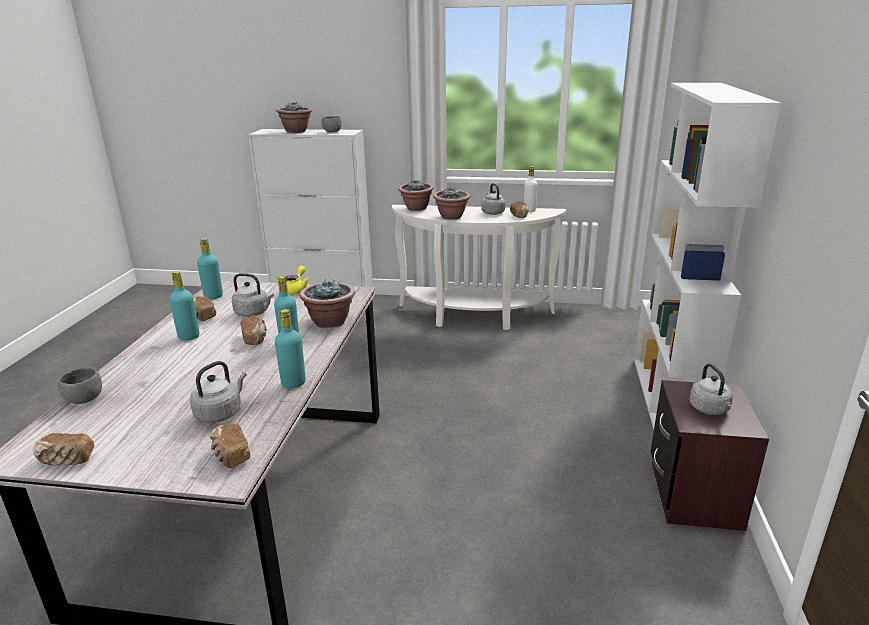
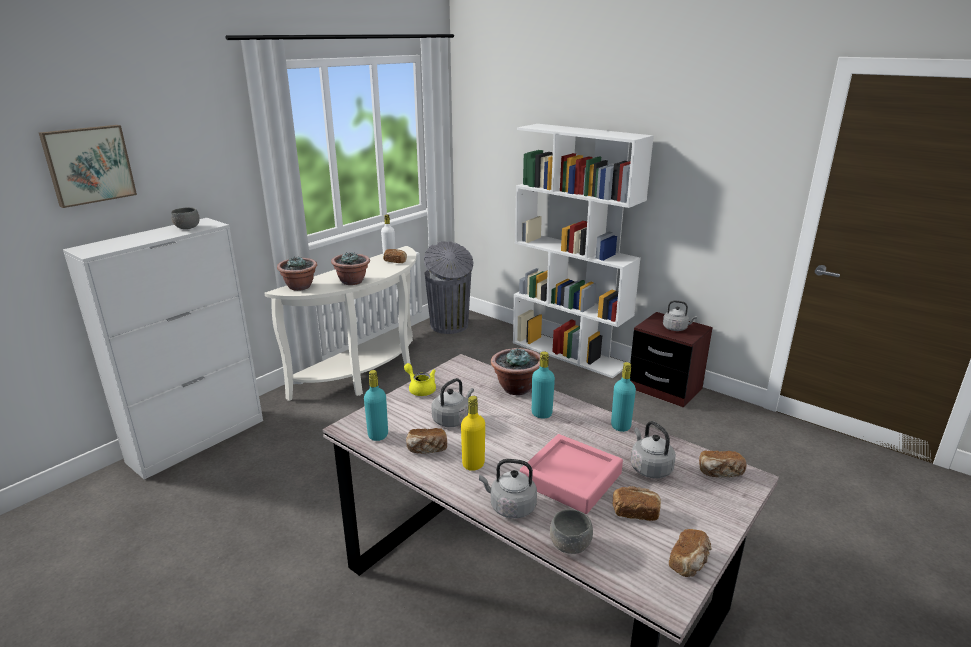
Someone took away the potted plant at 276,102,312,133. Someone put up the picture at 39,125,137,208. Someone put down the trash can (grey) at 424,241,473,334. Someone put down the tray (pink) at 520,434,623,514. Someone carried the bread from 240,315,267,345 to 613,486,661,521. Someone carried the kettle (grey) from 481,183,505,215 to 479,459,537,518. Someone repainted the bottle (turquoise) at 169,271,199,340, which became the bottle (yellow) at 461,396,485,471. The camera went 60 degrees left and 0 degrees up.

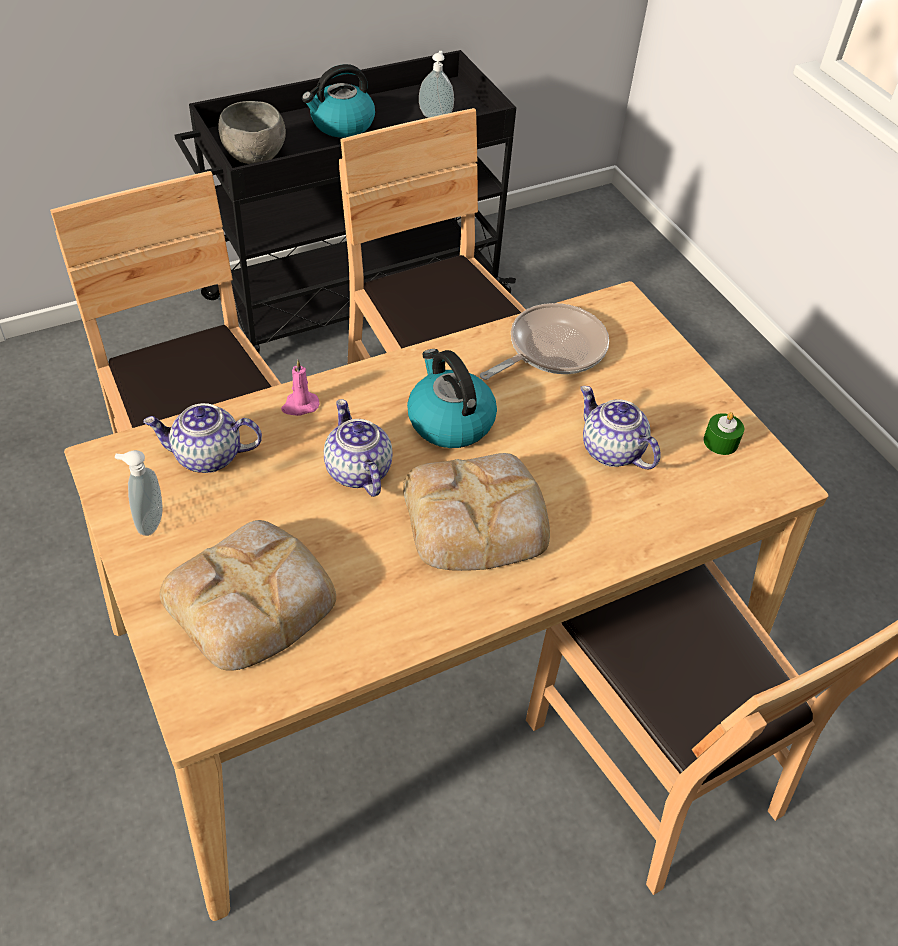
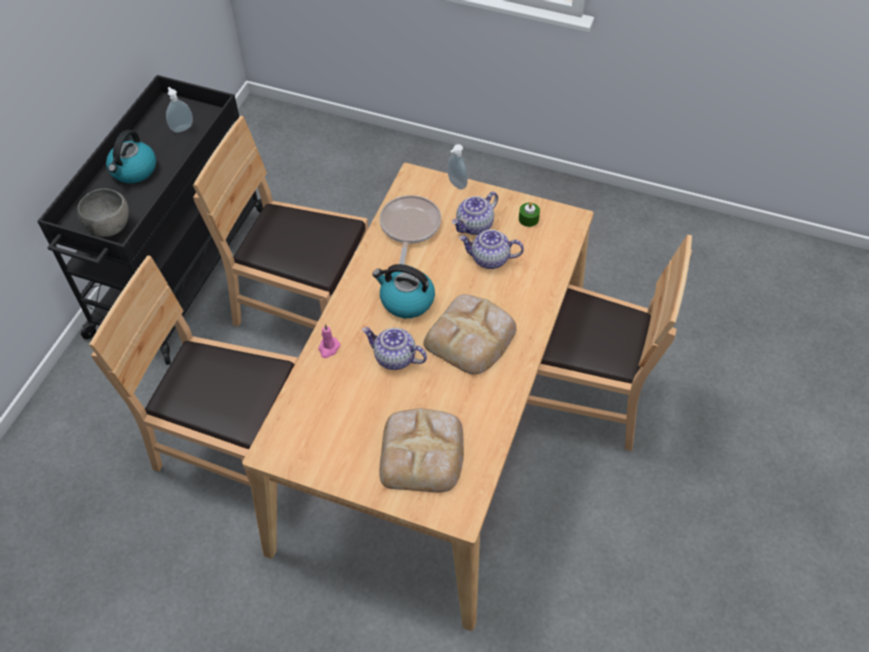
Someone carried the soap dispenser from 114,450,162,536 to 448,144,468,190. Someone carried the teapot from 143,403,262,473 to 452,192,498,235. The camera went 40 degrees left and 5 degrees up.

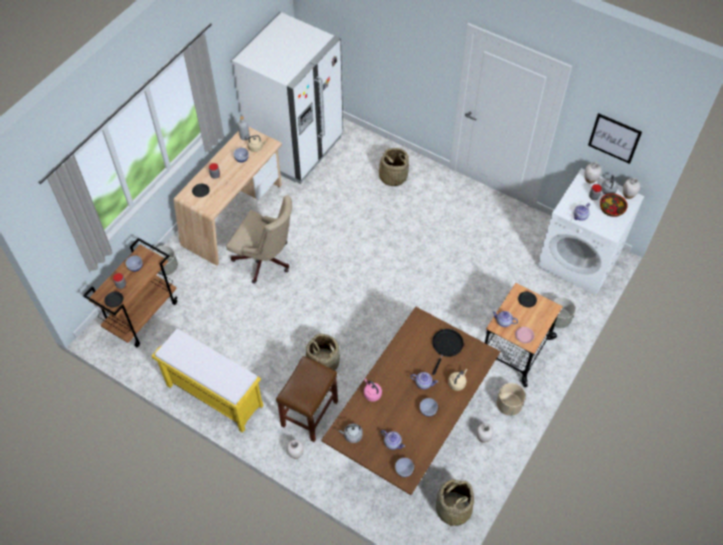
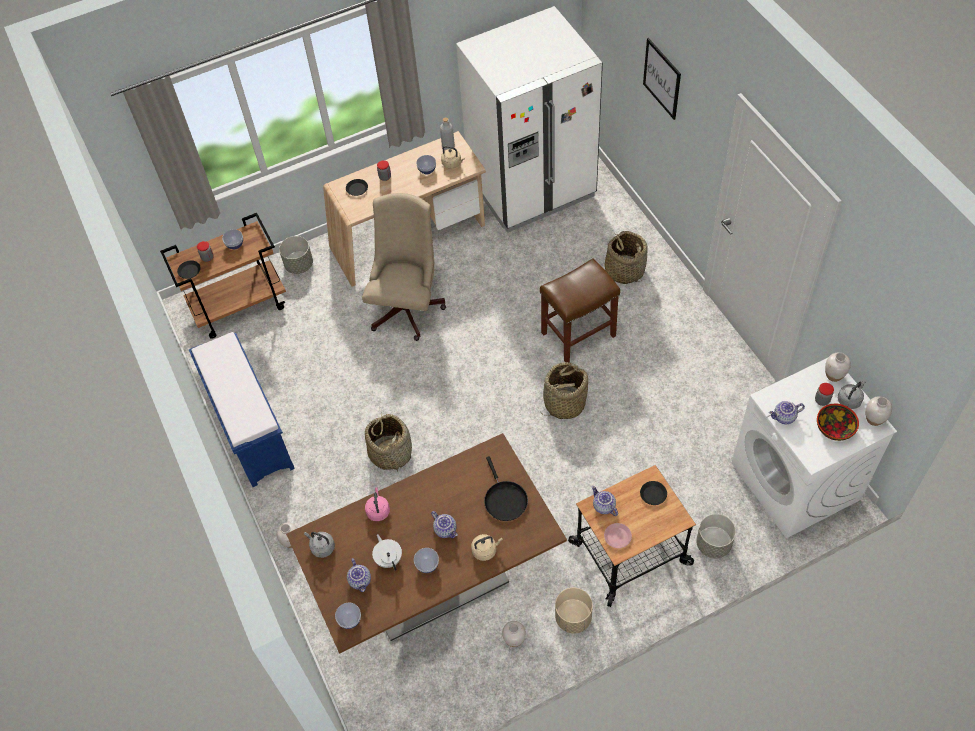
Someone put down the teapot (white) at 372,534,402,570. Someone carried the stool (brown) from 276,356,338,442 to 540,258,620,362. Someone carried the basket from 436,479,474,530 to 542,362,588,419. Someone carried the picture from 588,113,642,164 to 643,38,681,120. Someone repainted the bench (yellow) at 152,328,263,433, which became the bench (blue) at 189,332,295,487. Someone rotated the office chair (beige) at 226,195,292,283 by 135 degrees counterclockwise. Someone rotated the frying pan (black) at 432,329,464,375 by 105 degrees clockwise. The camera went 35 degrees right and 0 degrees up.

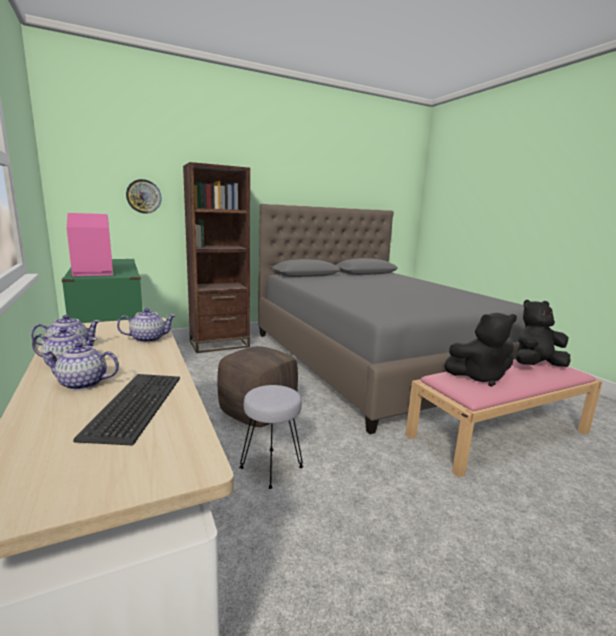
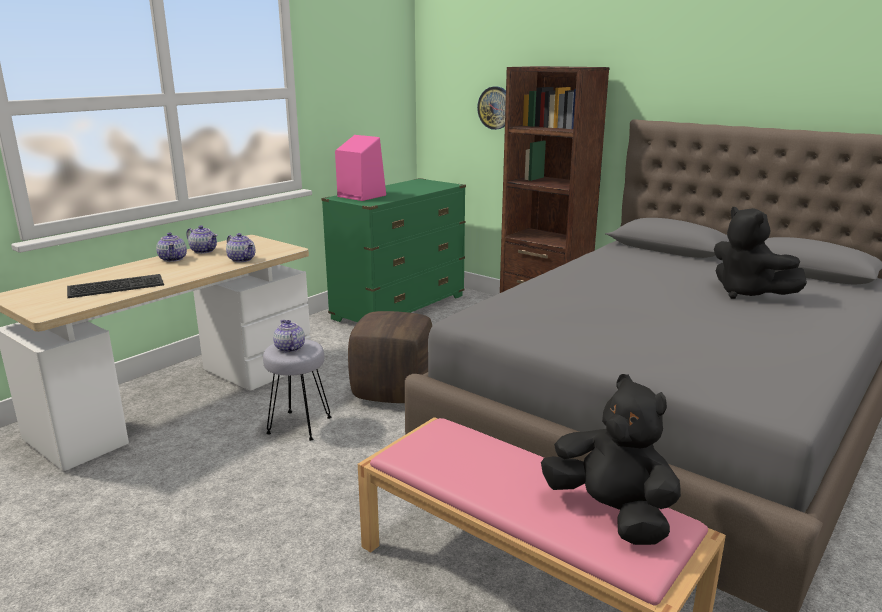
Someone carried the teapot from 42,342,119,390 to 273,320,305,353. Someone carried the plush toy (black) from 444,313,517,387 to 714,207,807,299. The camera went 65 degrees right and 5 degrees up.

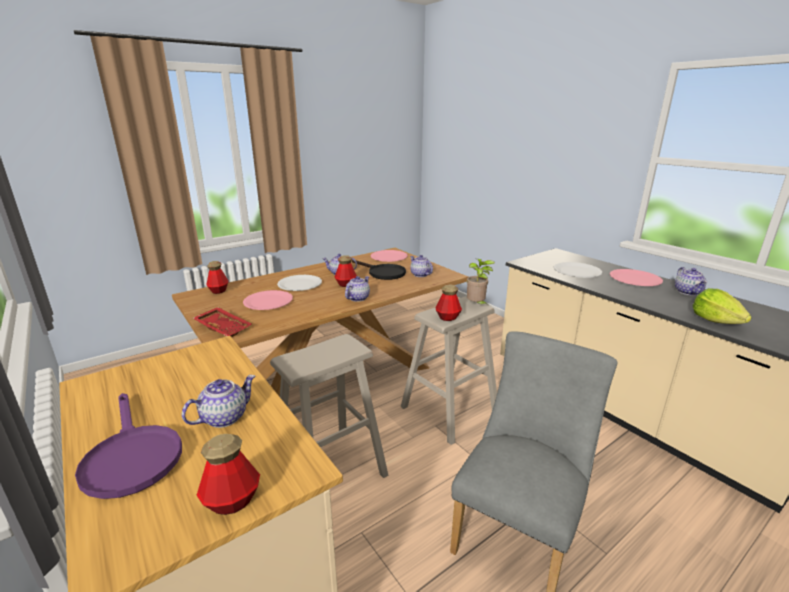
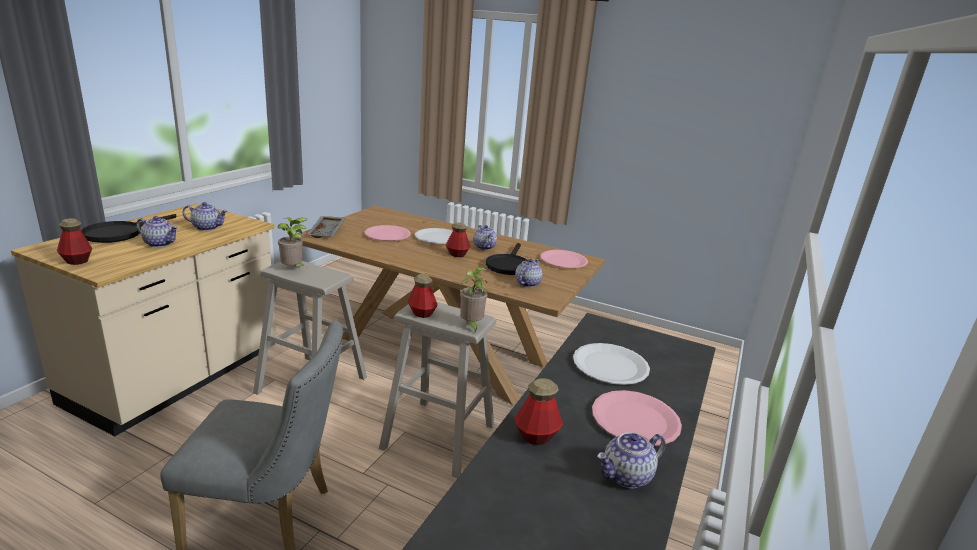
Someone took away the lettuce at 693,288,752,324. Someone put down the potted plant at 278,218,307,267. Someone carried the bottle from 206,261,229,294 to 515,378,563,445. Someone carried the teapot from 345,276,370,302 to 183,202,228,231. Someone repainted the frying pan (purple) at 75,393,182,499, which became the frying pan (black) at 81,214,176,243. Someone repainted the tray (red) at 193,307,252,337, which became the tray (grey) at 307,216,345,238. The camera went 60 degrees right and 0 degrees up.

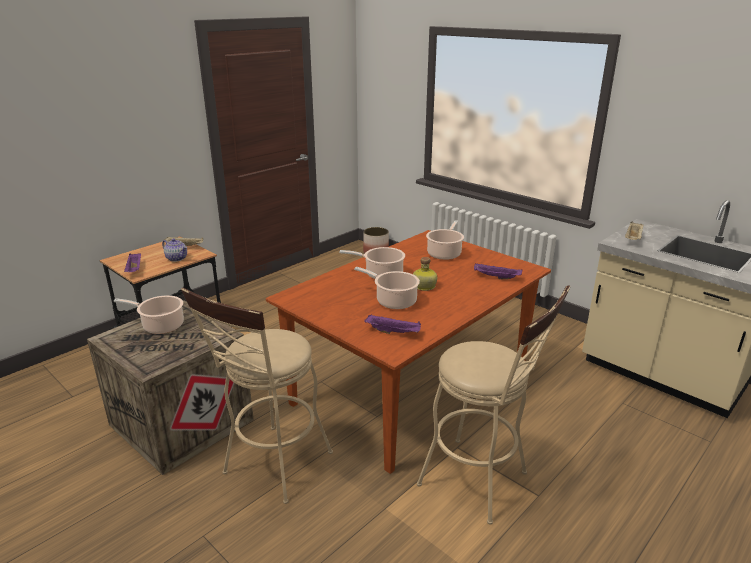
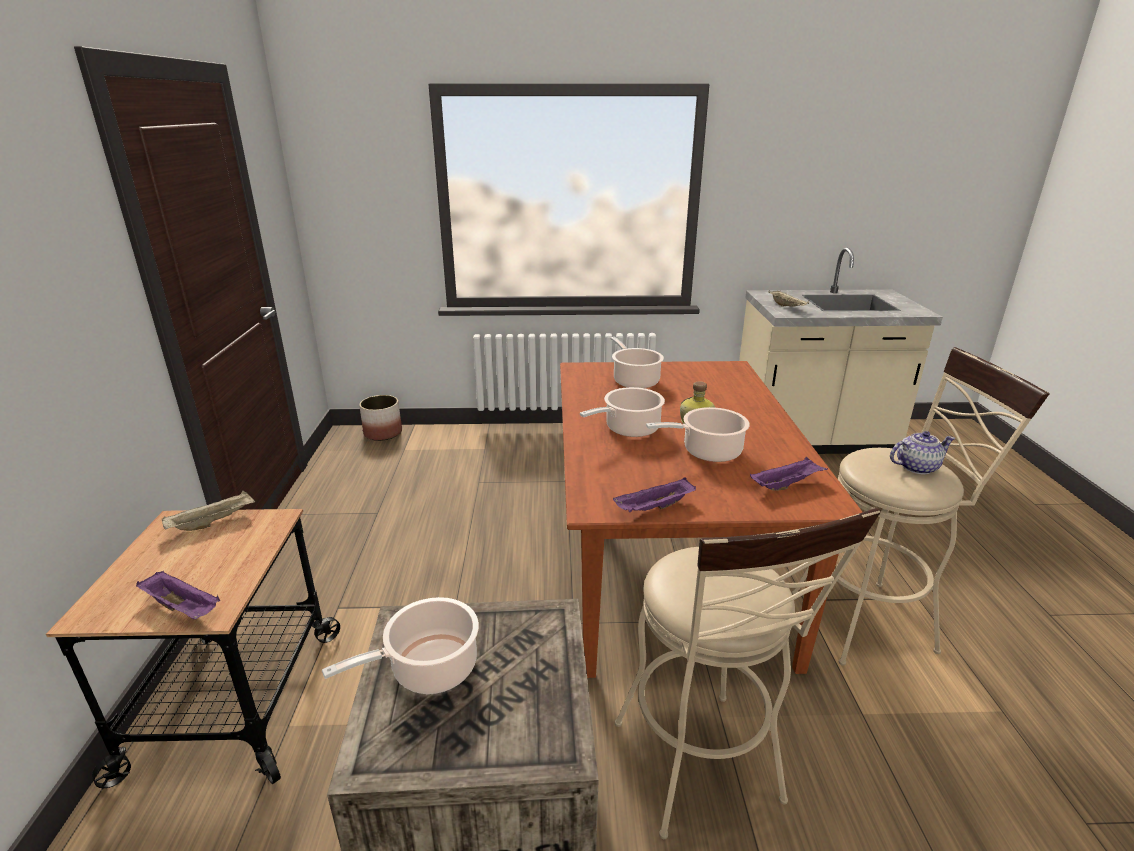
Someone carried the teapot from 162,239,187,262 to 890,431,955,474. Someone carried the tray (purple) from 474,263,523,279 to 613,477,696,512. The camera went 45 degrees left and 0 degrees up.

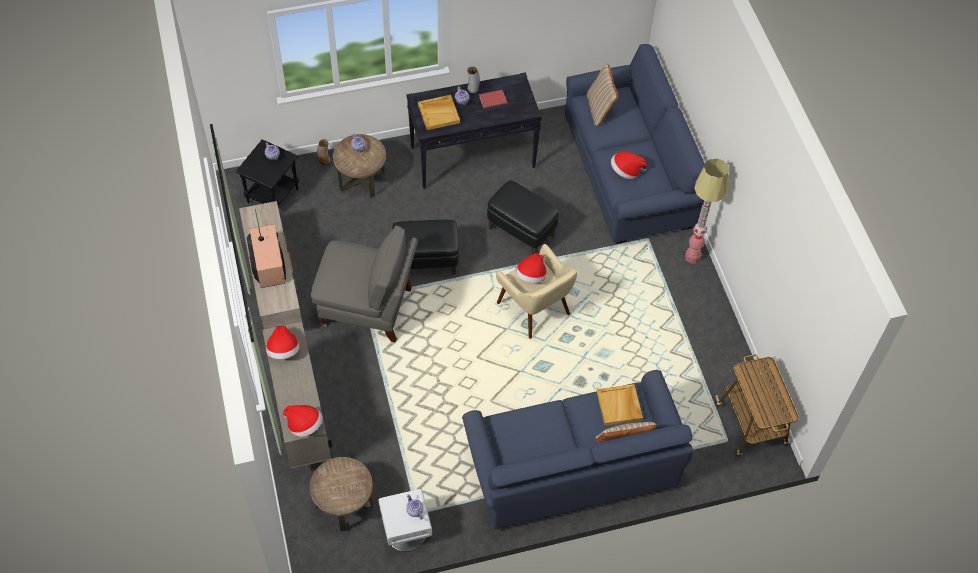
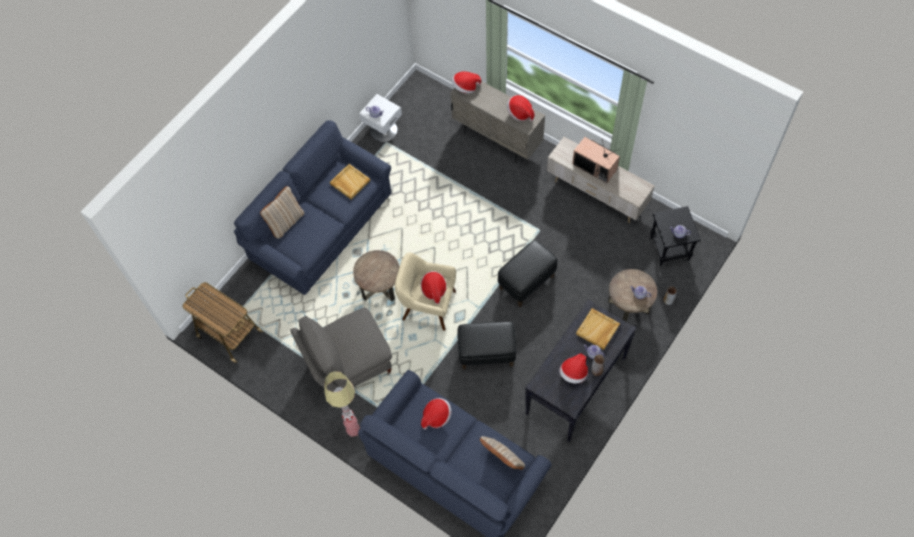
Someone carried the side table (brown) from 310,457,373,531 to 353,250,399,302. Someone carried the armchair (grey) from 311,226,418,342 to 290,308,392,392. Someone carried the tray (beige) from 596,384,643,425 to 330,164,370,199. Someone swapped the book (red) at 479,90,507,109 for the hat at 559,353,588,384. The camera went 145 degrees right and 5 degrees up.

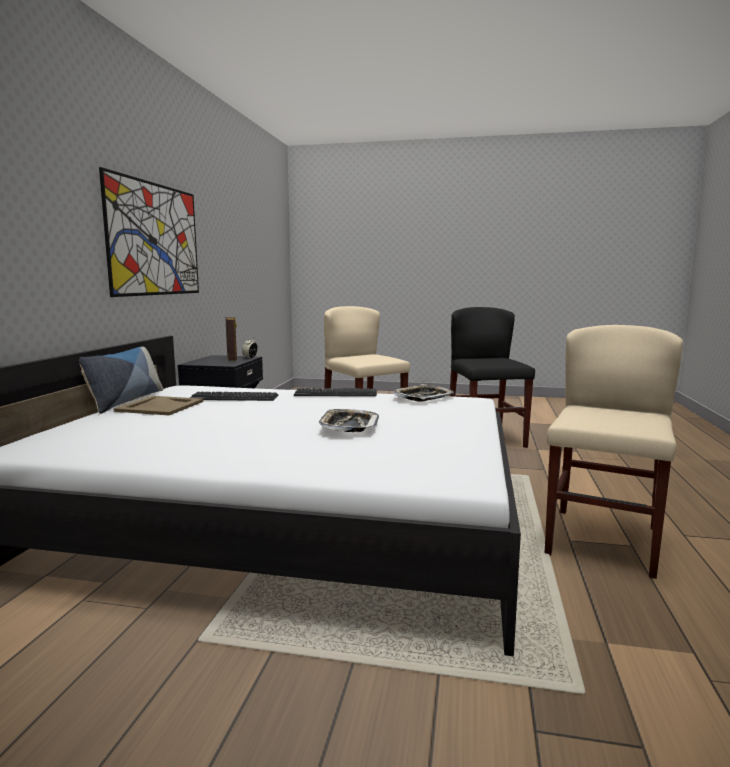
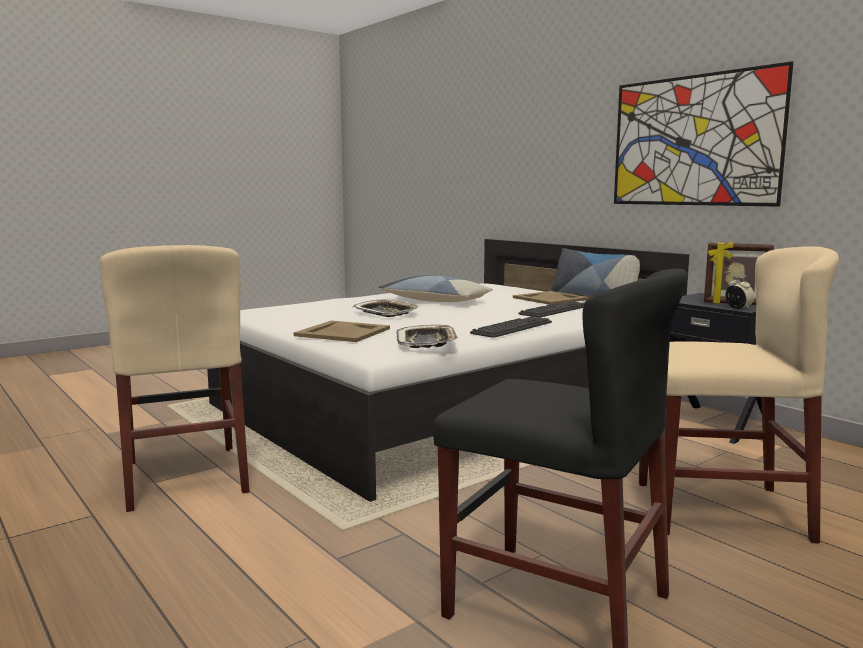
Someone put down the tray (beige) at 294,321,390,342. Someone put down the pillow at 378,275,493,302. The camera went 130 degrees right and 0 degrees up.

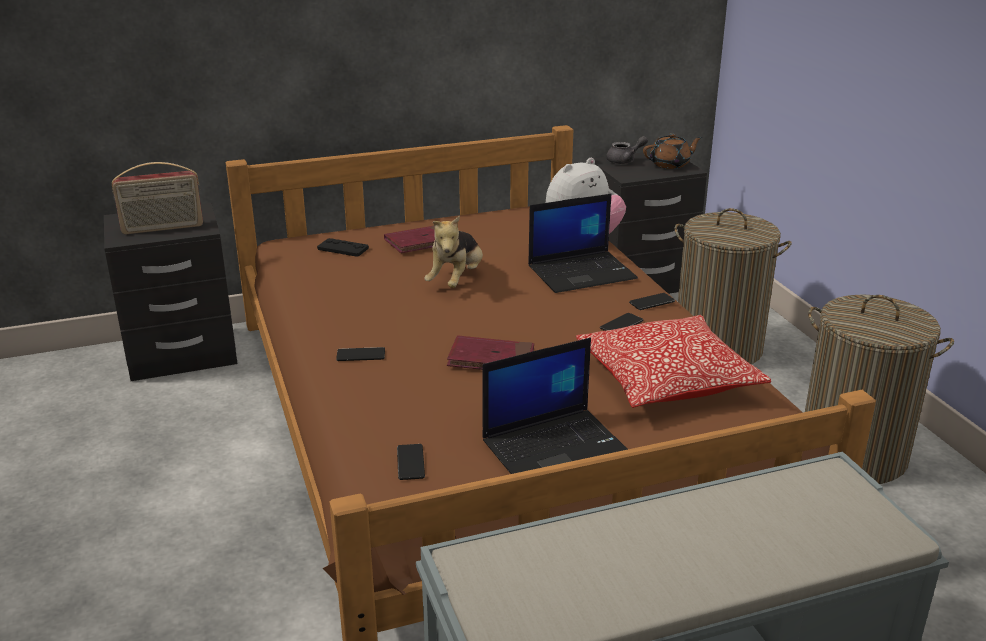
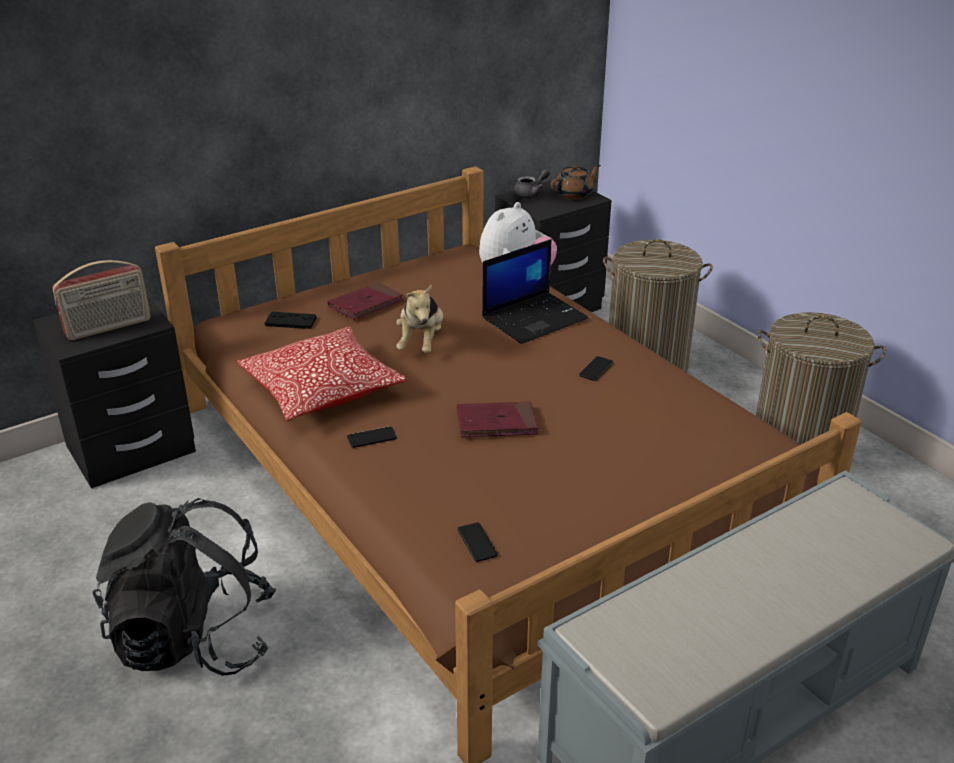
Someone took away the laptop at 482,338,628,474. Someone took away the phone at 629,293,675,310. Someone put down the backpack (black) at 92,498,276,676. Someone carried the pillow from 576,315,771,408 to 237,327,406,421. The camera went 15 degrees left and 5 degrees up.

